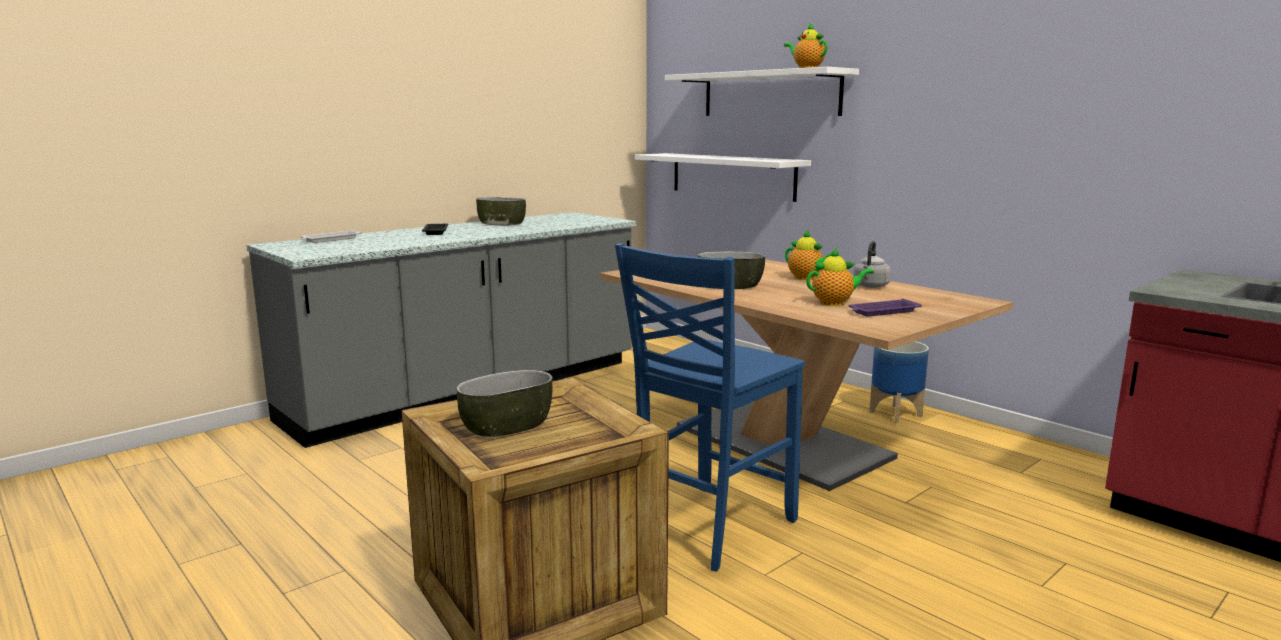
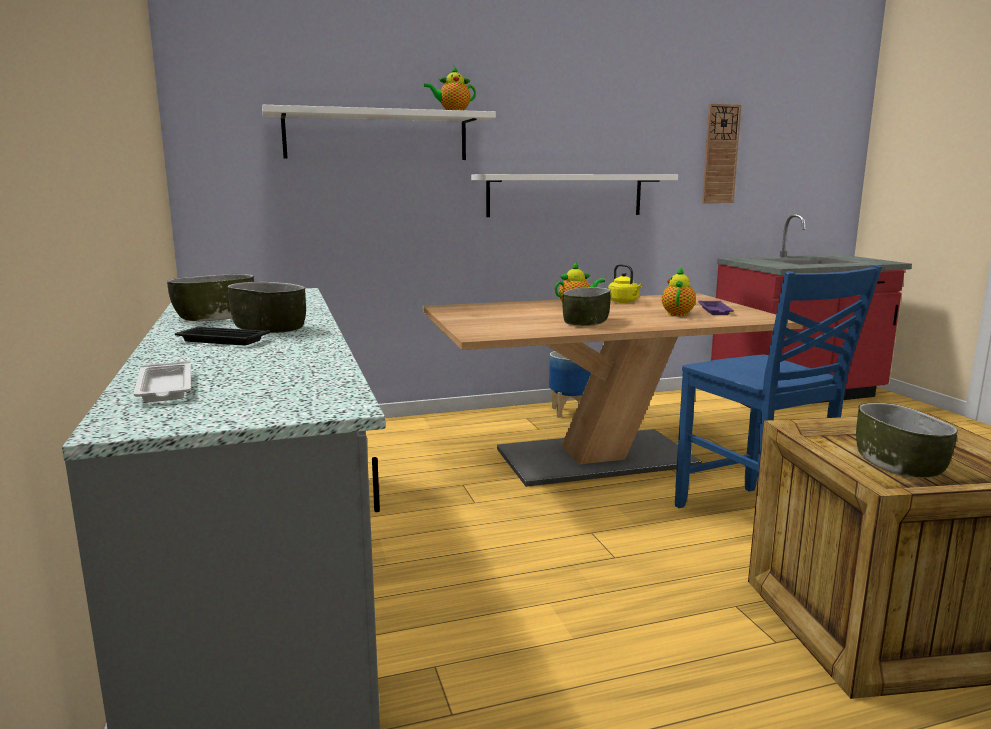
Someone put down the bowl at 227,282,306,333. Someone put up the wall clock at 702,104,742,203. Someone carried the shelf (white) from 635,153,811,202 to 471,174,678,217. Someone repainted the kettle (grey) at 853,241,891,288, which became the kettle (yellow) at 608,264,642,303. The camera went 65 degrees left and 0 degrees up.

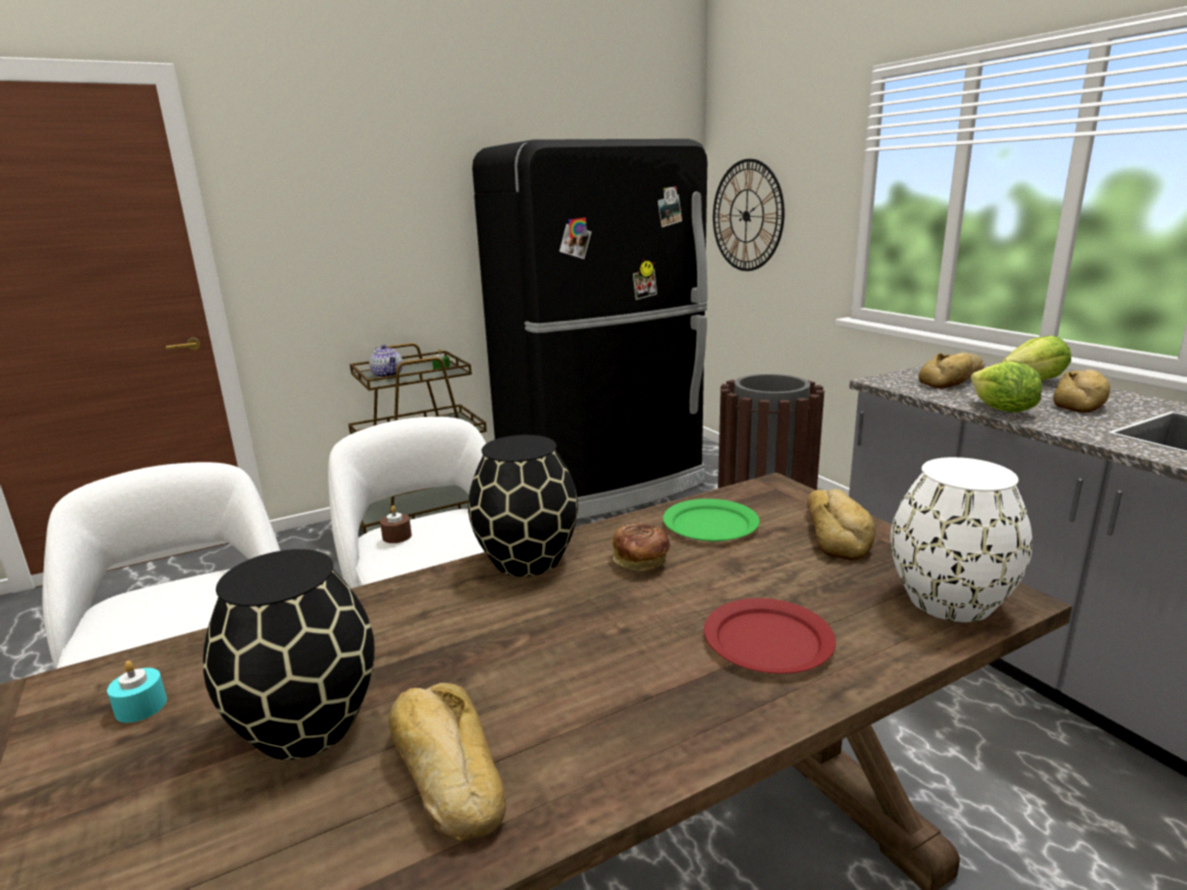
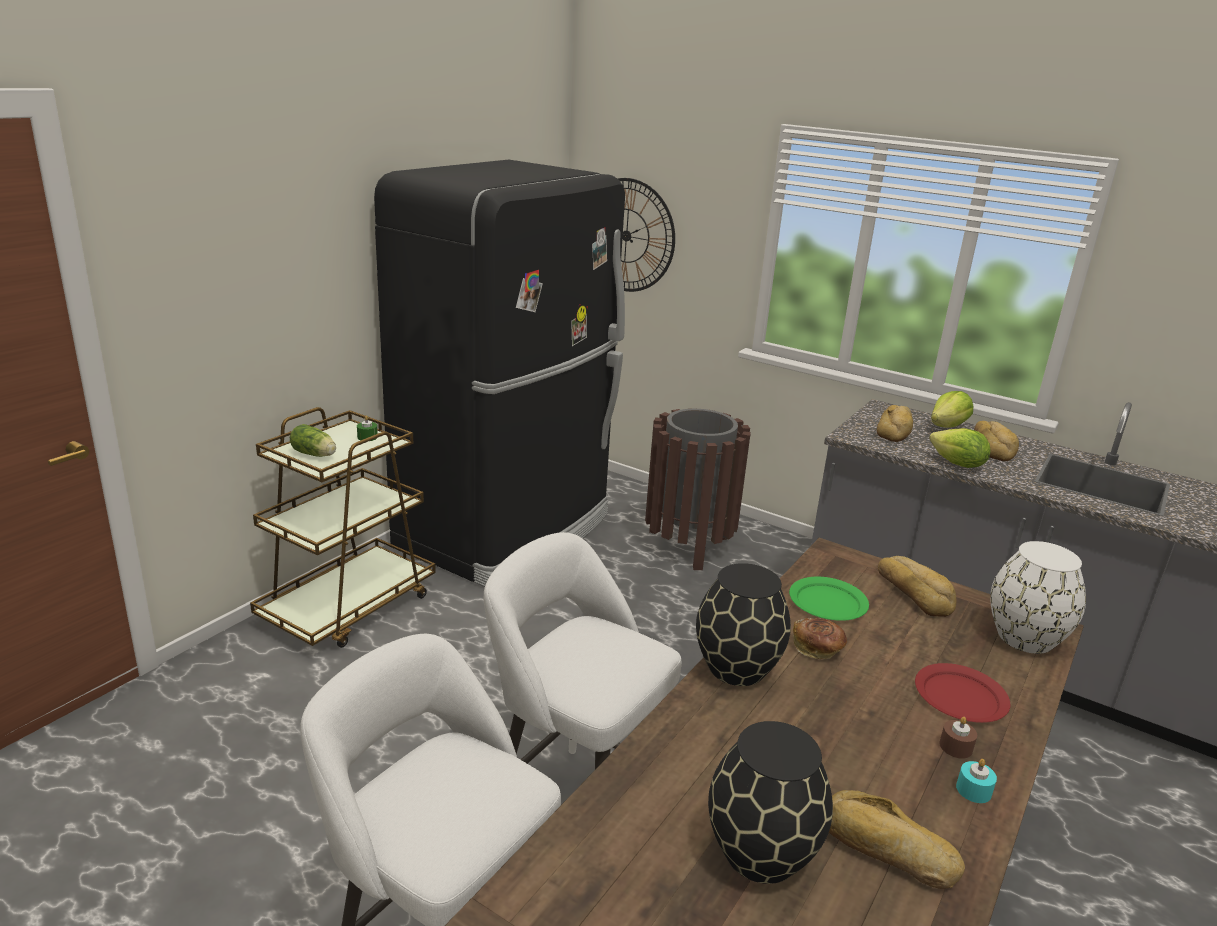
Someone carried the candle (turquoise) from 107,661,167,723 to 956,759,997,803. Someone carried the candle (brown) from 380,505,412,543 to 939,717,977,759. Someone swapped the teapot at 369,345,403,378 for the lettuce at 290,424,336,457. The camera went 30 degrees left and 5 degrees up.

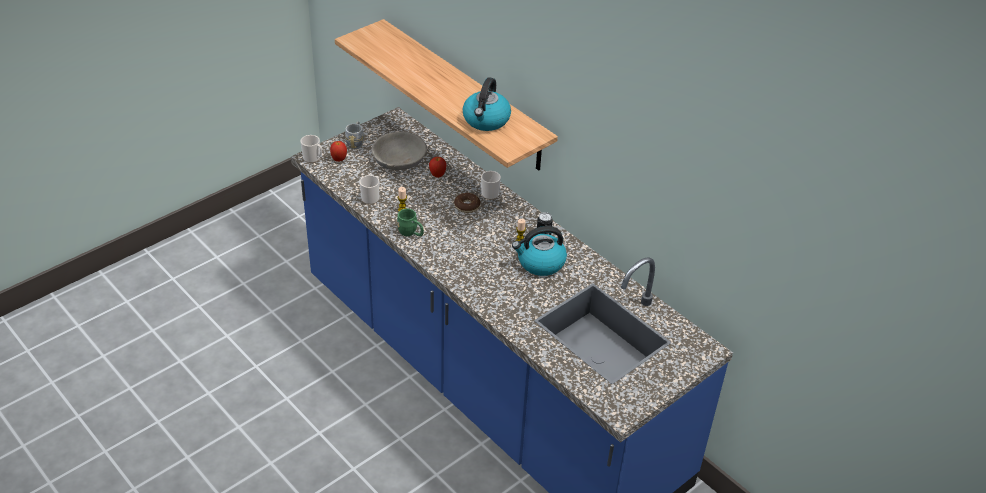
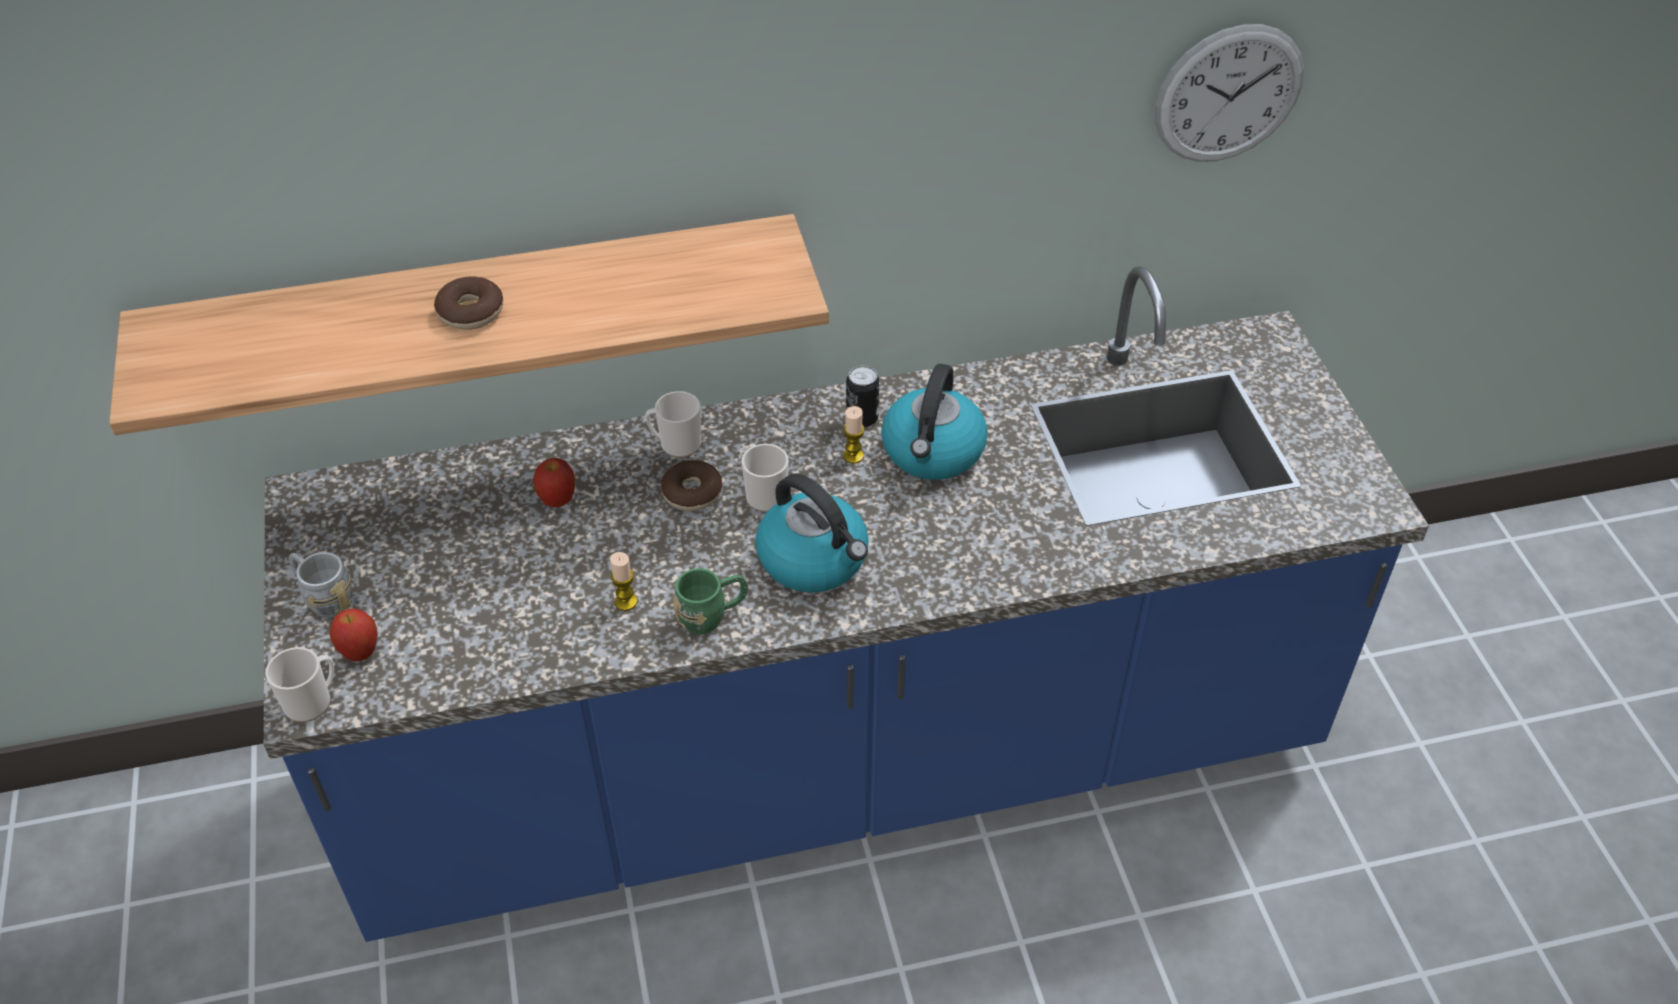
Someone took away the bowl (grey) at 372,132,427,170. Someone put down the donut at 434,276,503,330. Someone put up the wall clock at 1155,24,1304,162. Someone carried the mug from 360,175,379,204 to 742,444,789,512. Someone carried the kettle from 463,77,511,131 to 755,474,869,593. The camera went 60 degrees left and 5 degrees up.

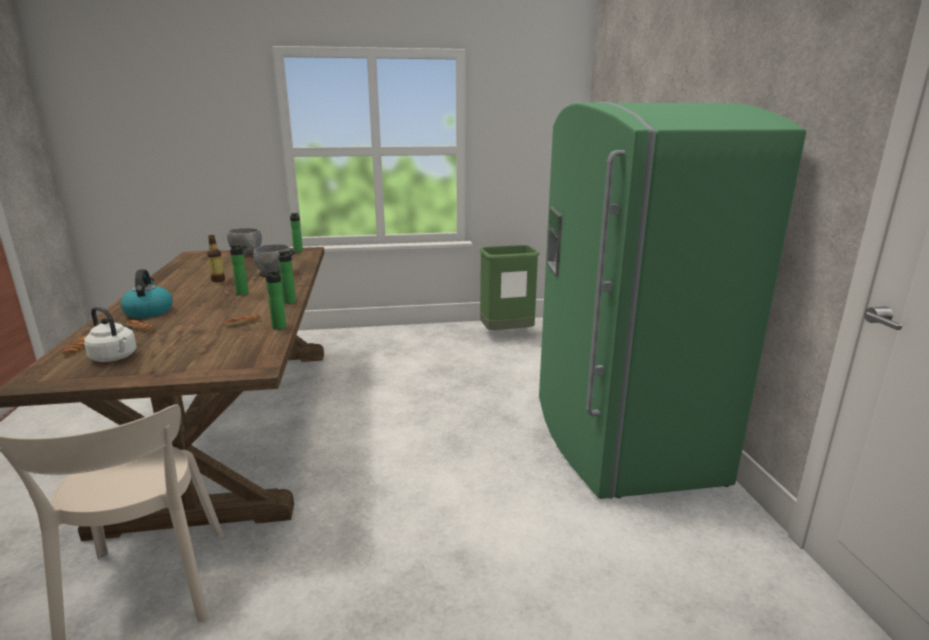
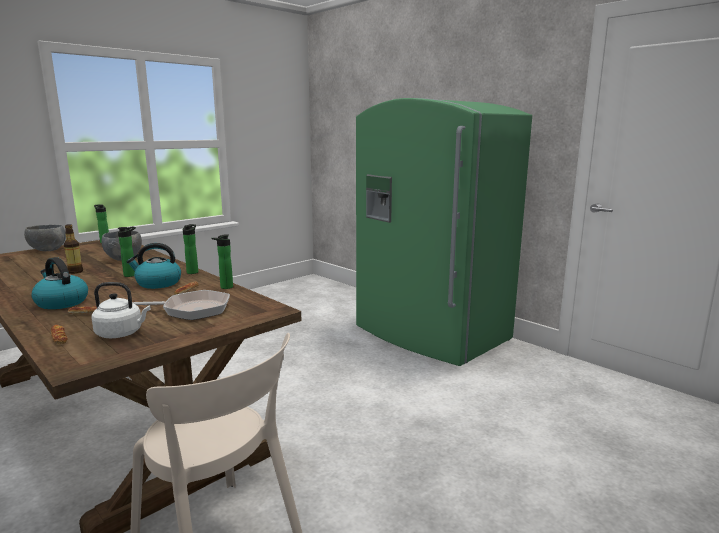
Someone took away the trash can (green) at 479,245,540,330. Someone put down the kettle at 126,243,181,289. Someone put down the frying pan at 132,290,230,320. The camera went 35 degrees left and 5 degrees down.

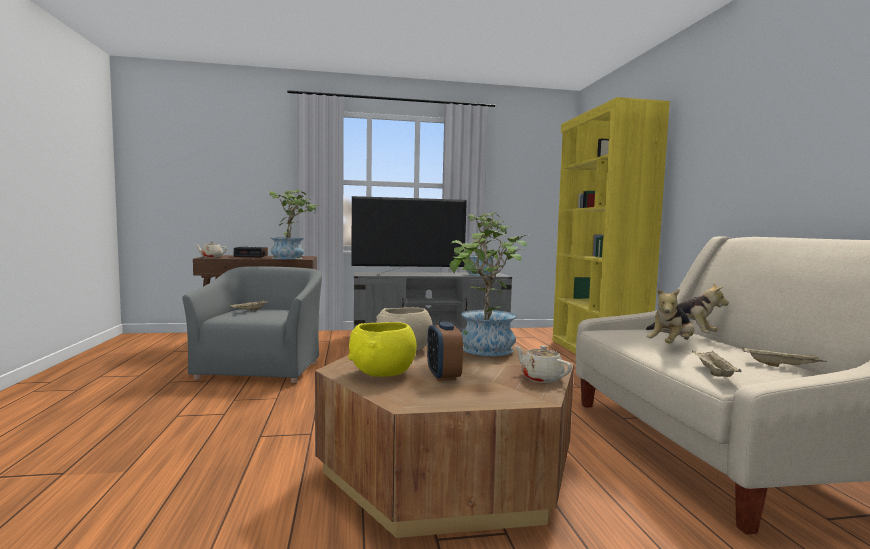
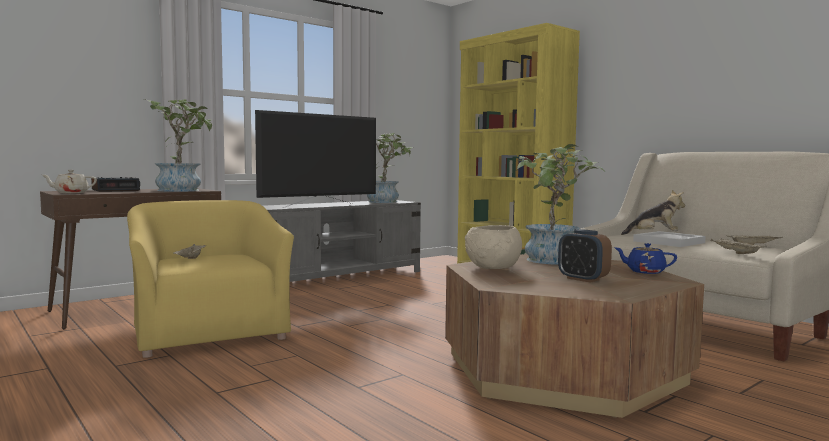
Someone took away the bowl (yellow) at 348,322,417,377. Someone swapped the plush toy at 646,289,694,343 for the tray (white) at 633,231,706,247. Someone repainted the armchair (grey) at 182,266,322,383, which became the armchair (yellow) at 127,200,294,358. Someone repainted the teapot (beige) at 514,345,572,383, which became the teapot (blue) at 615,243,677,274. The camera went 30 degrees left and 0 degrees up.

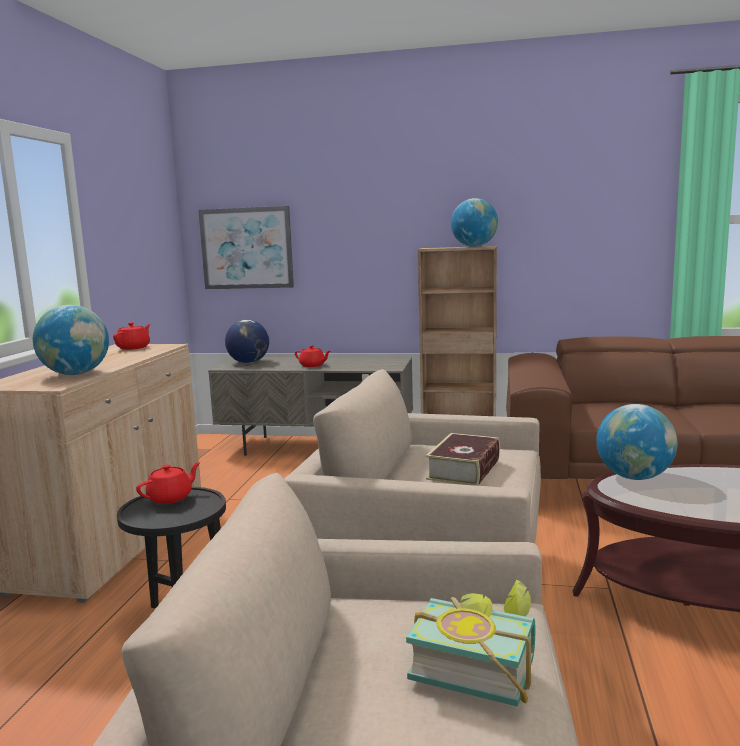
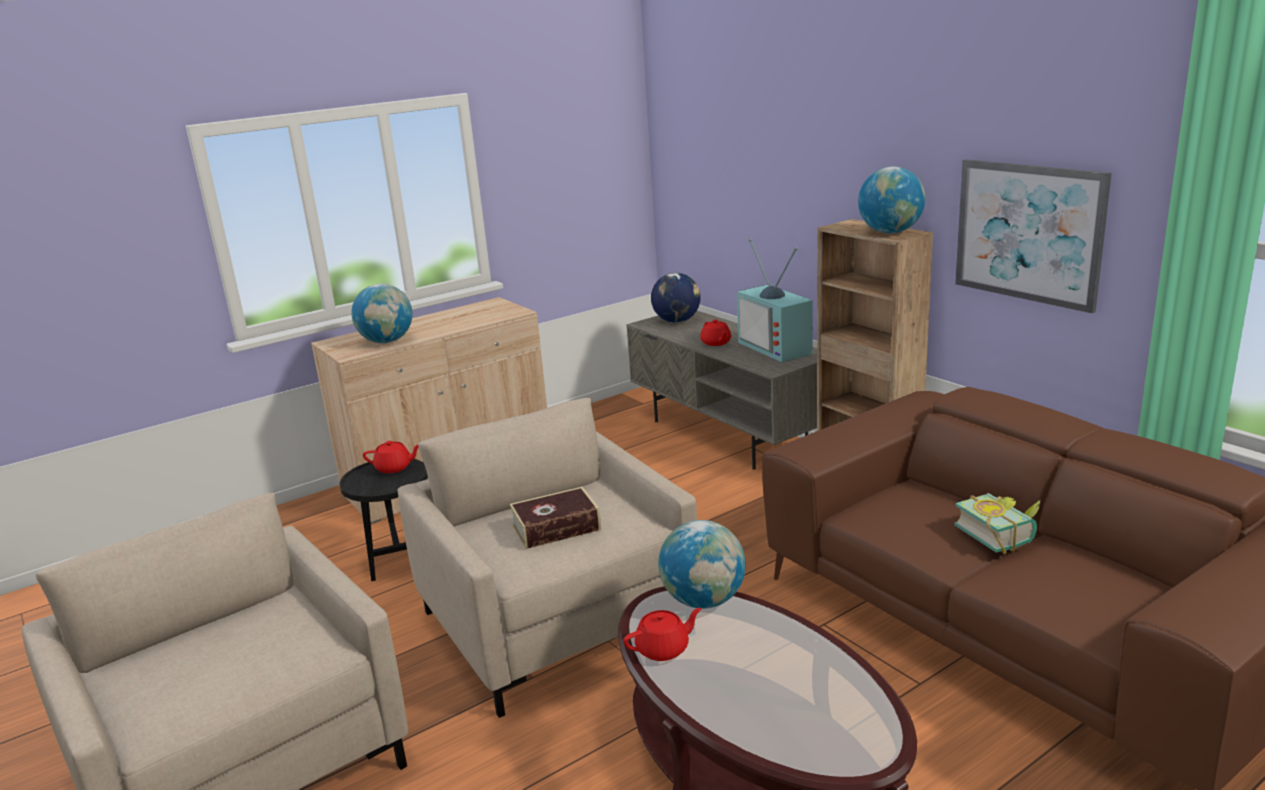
Someone put down the television at 737,238,813,362. Someone carried the teapot (red) from 113,322,151,350 to 623,608,702,661. Someone carried the picture from 198,206,294,289 to 955,159,1112,313. Someone carried the book from 406,580,536,707 to 954,493,1041,554. The camera went 45 degrees right and 10 degrees up.

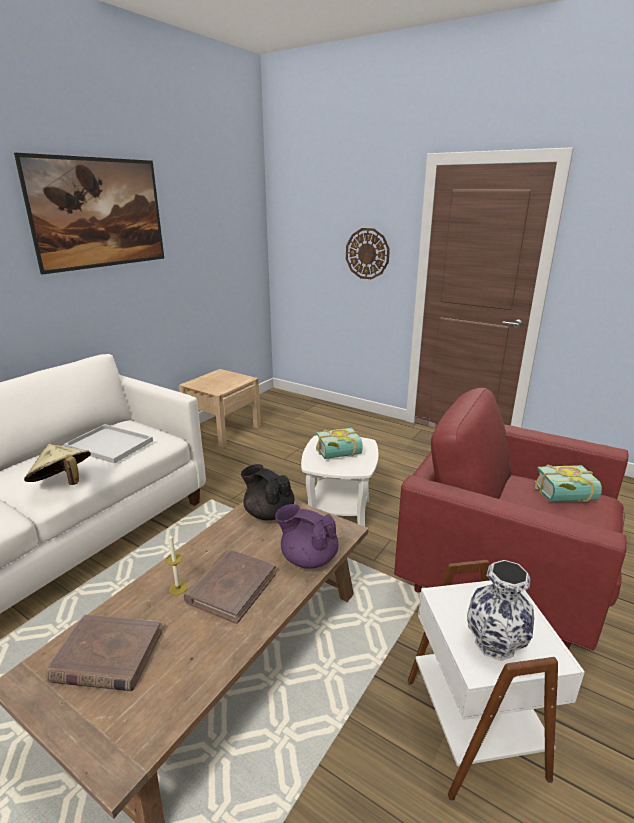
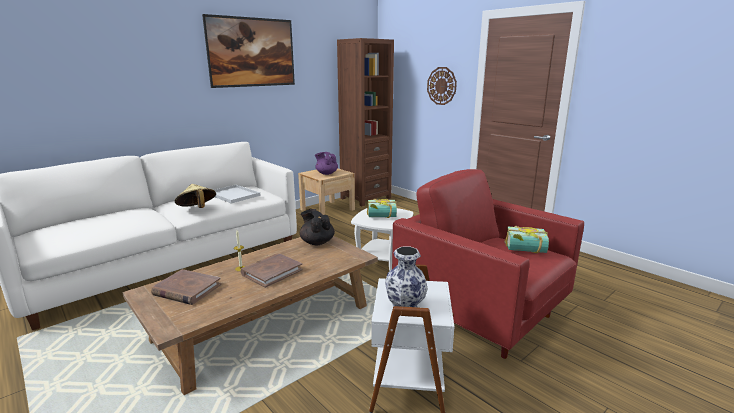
Someone put down the bookcase (brown) at 337,38,394,206. Someone carried the teapot (purple) from 275,504,338,569 to 315,152,338,175. The camera went 15 degrees right and 5 degrees down.

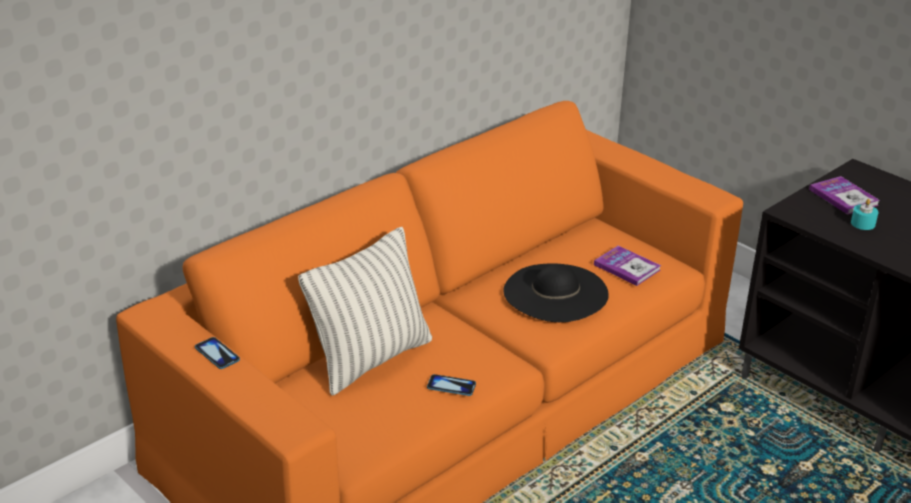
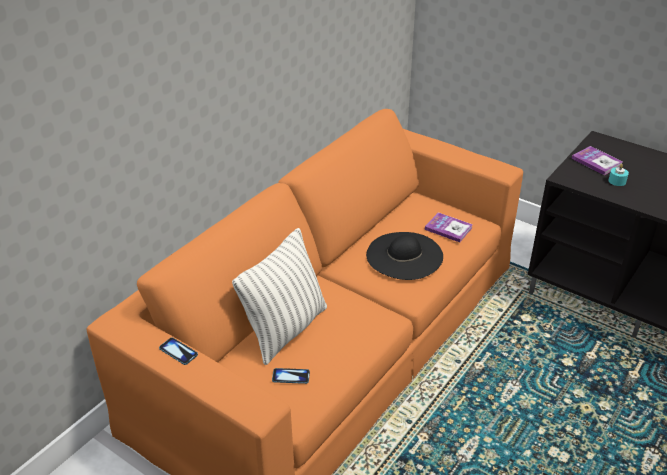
Someone carried the phone from 427,374,476,396 to 272,368,310,384. The camera went 10 degrees left and 5 degrees up.

